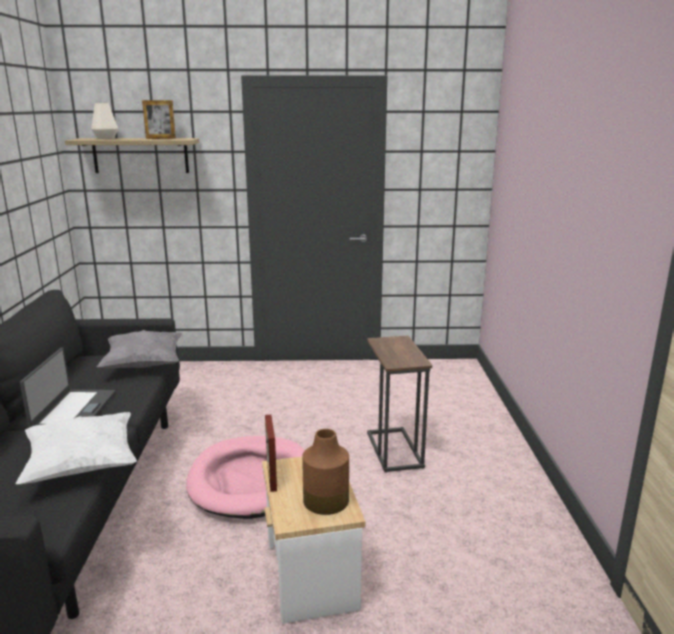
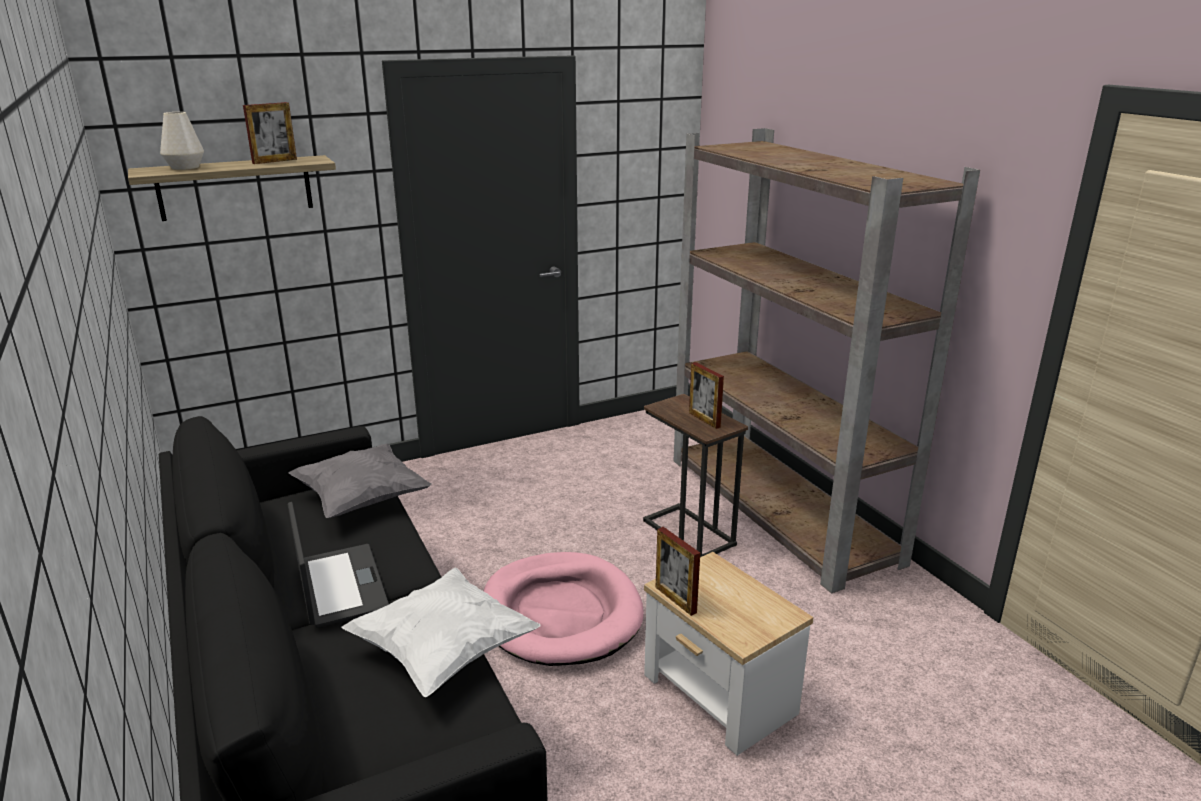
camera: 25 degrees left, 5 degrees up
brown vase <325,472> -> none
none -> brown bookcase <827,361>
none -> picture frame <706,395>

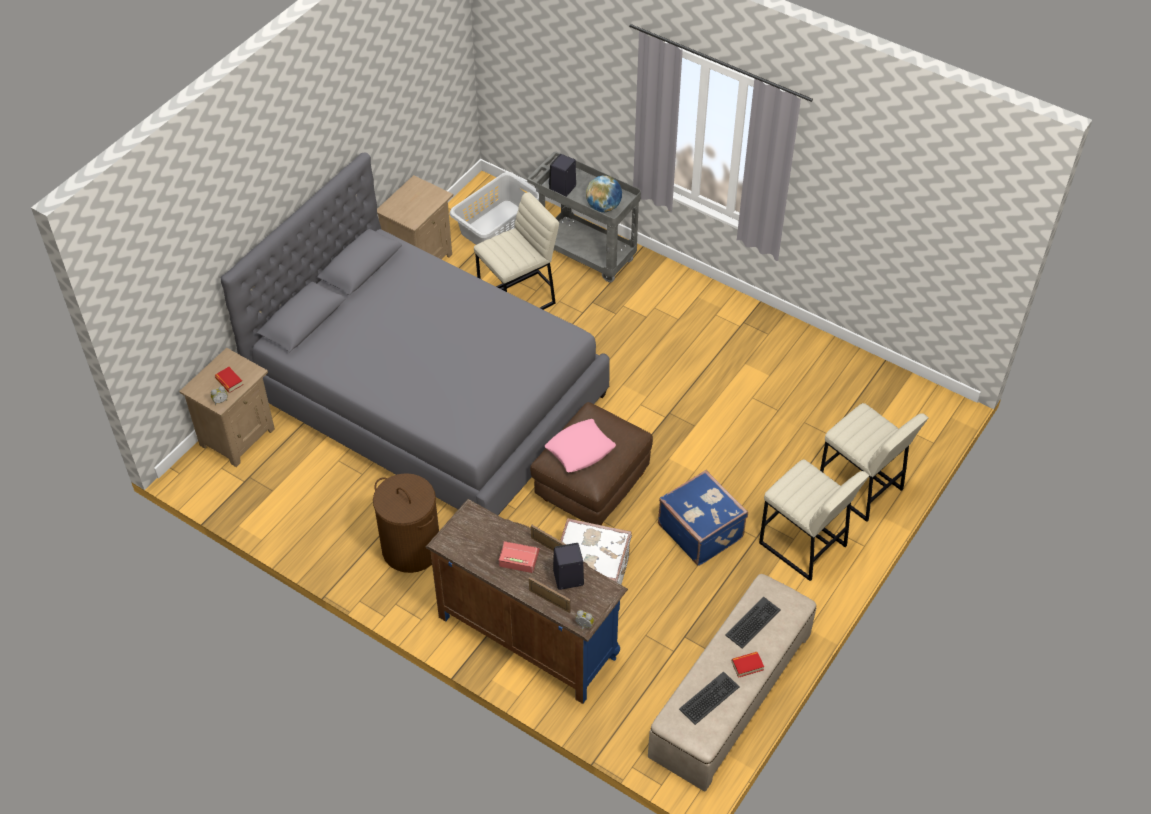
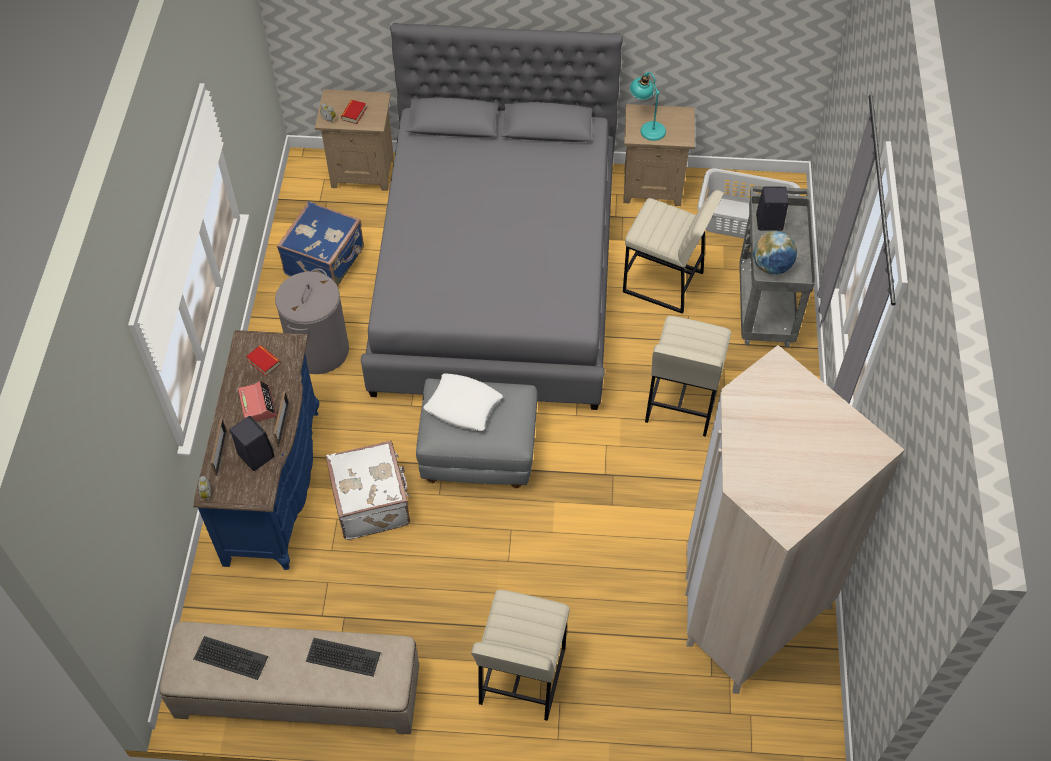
camera: 60 degrees right, 5 degrees up
brown ottoman <591,463> -> grey ottoman <476,433>
beige chair <874,462> -> beige chair <688,376>, moved
pink pillow <580,445> -> white pillow <463,402>
blue suitcase <703,518> -> blue suitcase <320,244>, moved
brown laundry basket <406,523> -> grey laundry basket <312,321>
book <748,665> -> book <263,360>, moved
none -> turquoise table lamp <648,106>
none -> beige wardrobe <794,519>

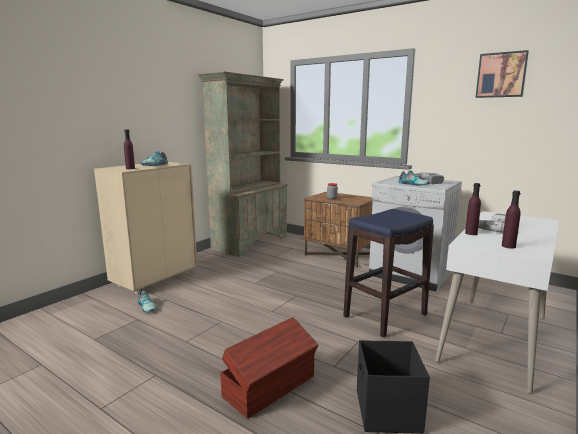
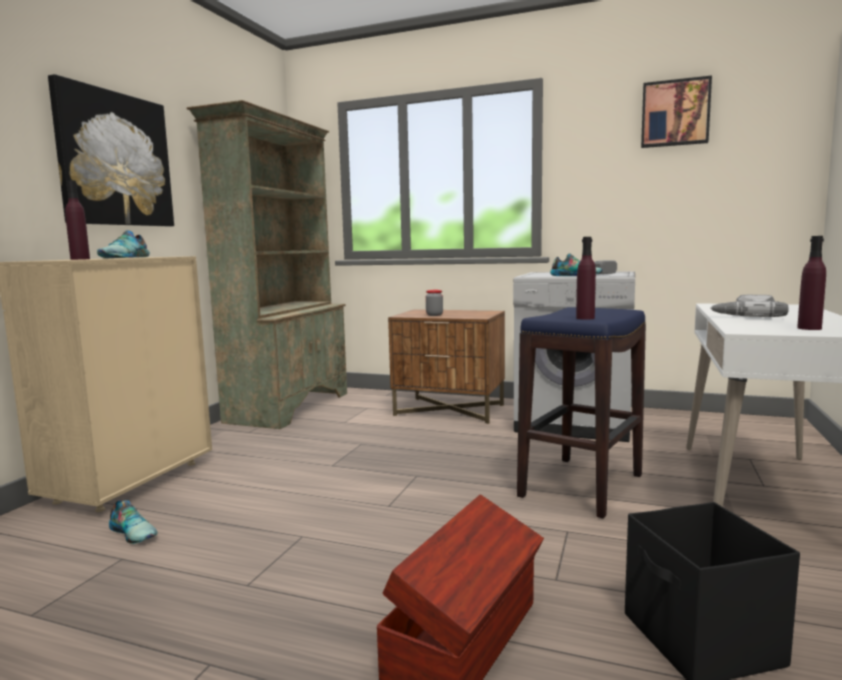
camera: 15 degrees left, 5 degrees down
purple bottle <473,209> -> purple bottle <586,278>, moved
none -> picture <111,150>

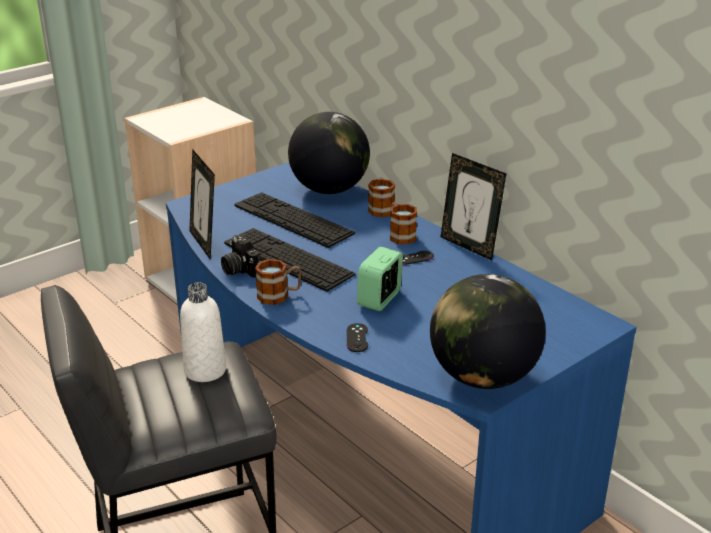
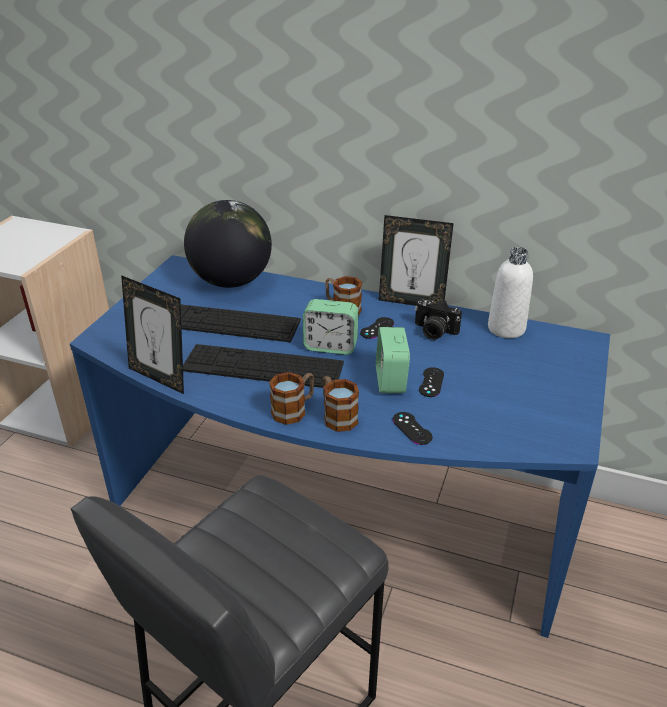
camera: 30 degrees left, 5 degrees up
mug <381,197> -> mug <341,404>, moved
photo camera <240,256> -> photo camera <438,319>, moved
globe <488,331> -> none
white bottle <203,332> -> white bottle <510,292>, moved
none -> alarm clock <330,327>
none -> black game controller <431,382>

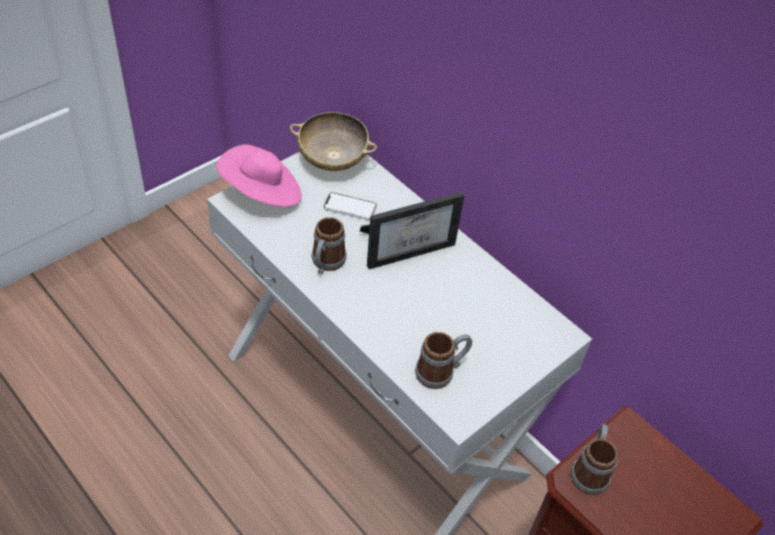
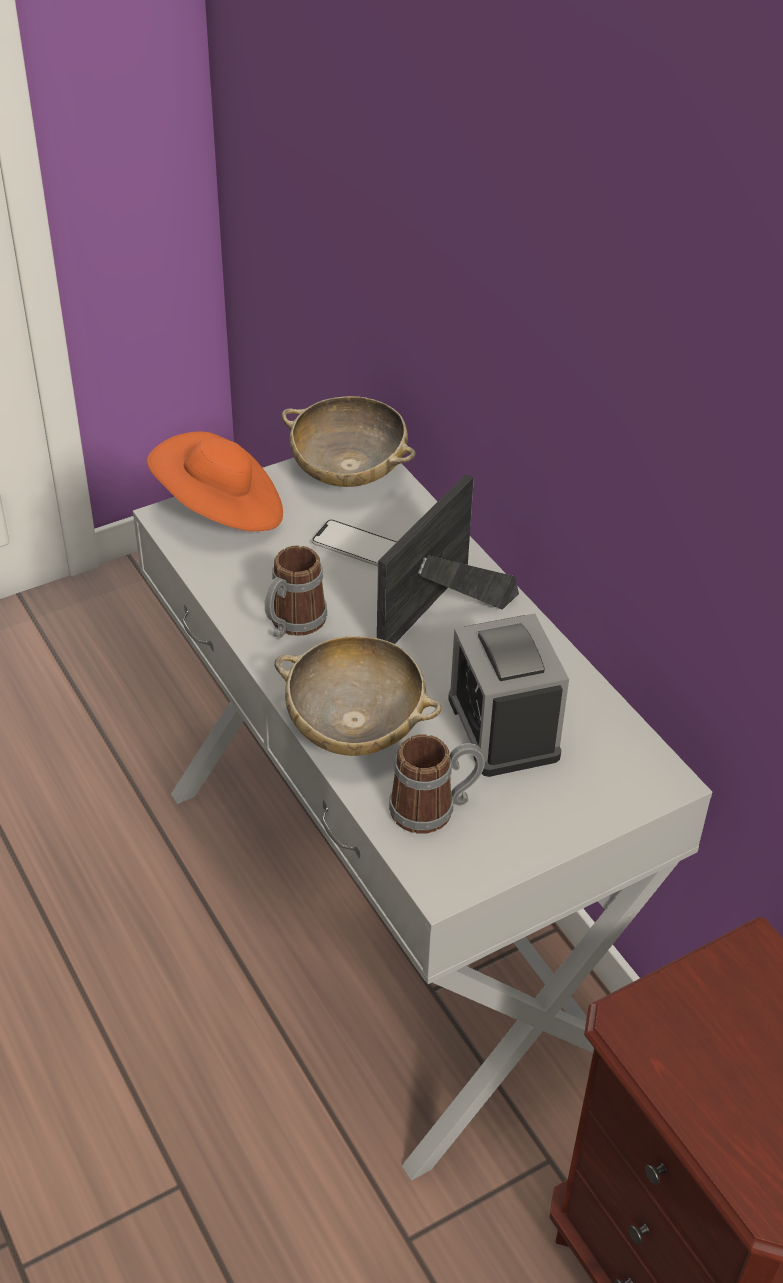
camera: 15 degrees right, 5 degrees down
pink hat <259,176> -> orange hat <215,481>
picture frame <412,230> -> picture frame <448,559>, 135 degrees clockwise
mug <594,459> -> none
none -> alarm clock <508,695>
none -> beige bowl <357,696>

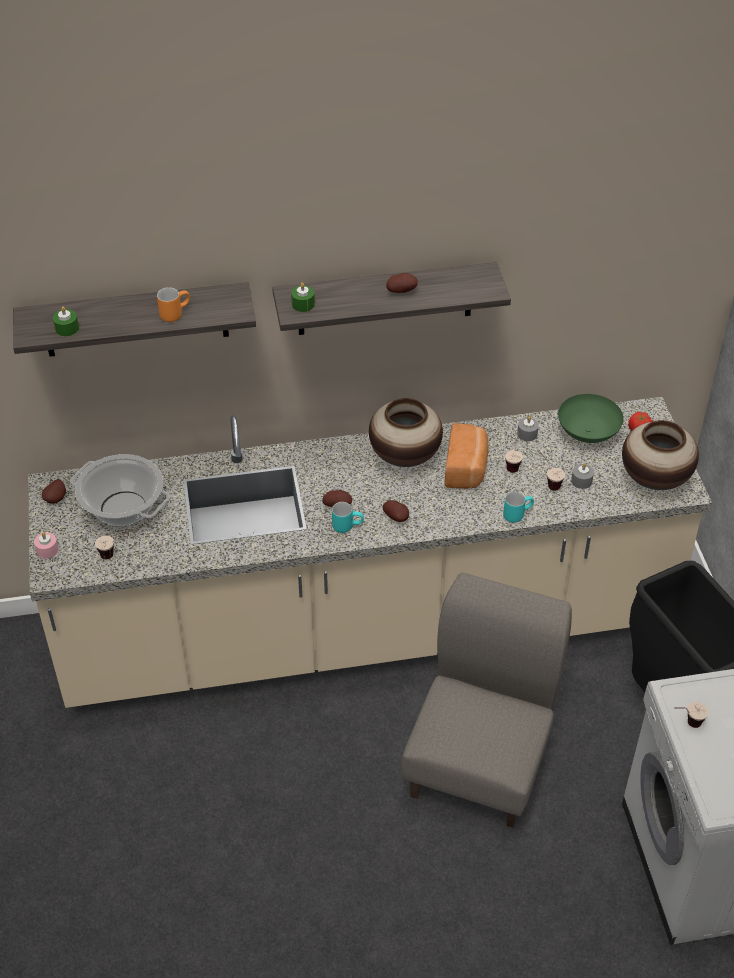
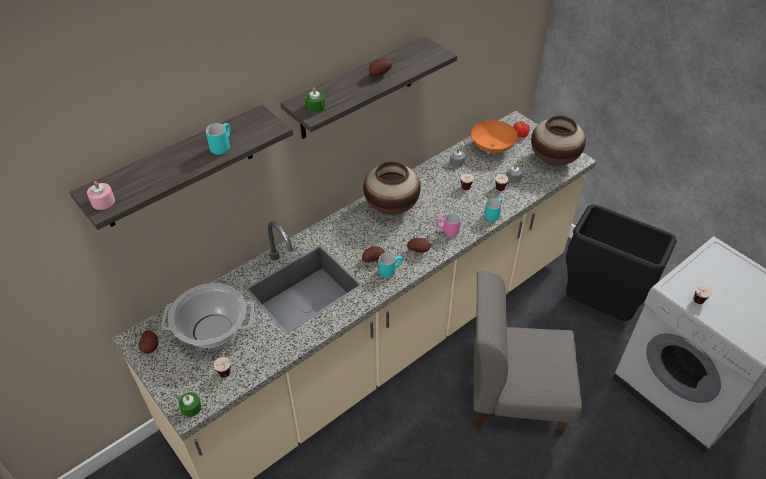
camera: 30 degrees left, 0 degrees up
orange mug <173,304> -> turquoise mug <218,139>
green candle <66,322> -> green candle <190,404>, moved
green bowl <591,418> -> orange bowl <494,136>
bread <467,456> -> none
pink candle <46,545> -> pink candle <101,195>, moved
grey chair <486,700> -> grey chair <527,353>, 75 degrees counterclockwise
none -> pink mug <448,225>

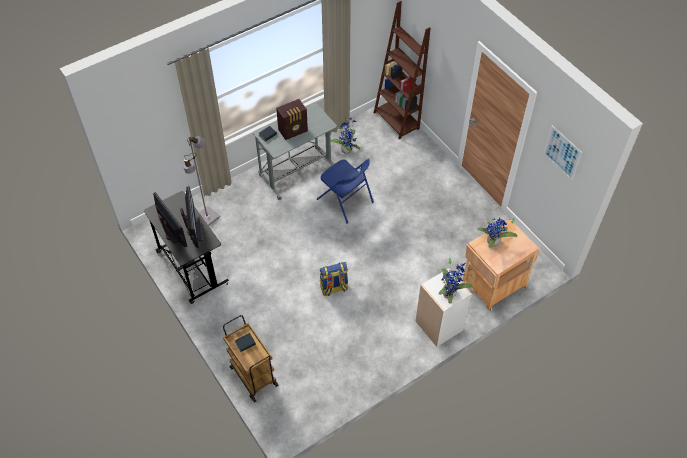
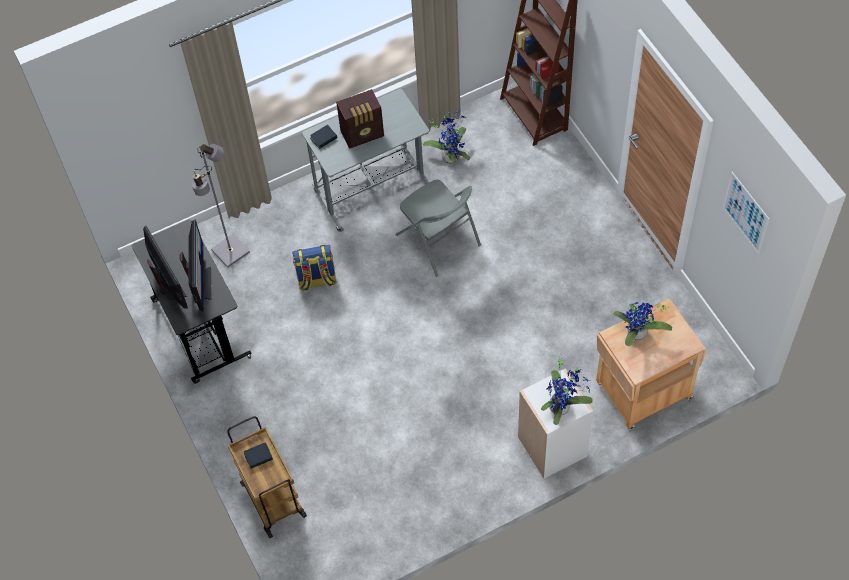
camera: 10 degrees right, 5 degrees up
blue chair <345,191> -> grey chair <438,228>
backpack <334,279> -> backpack <314,268>, moved

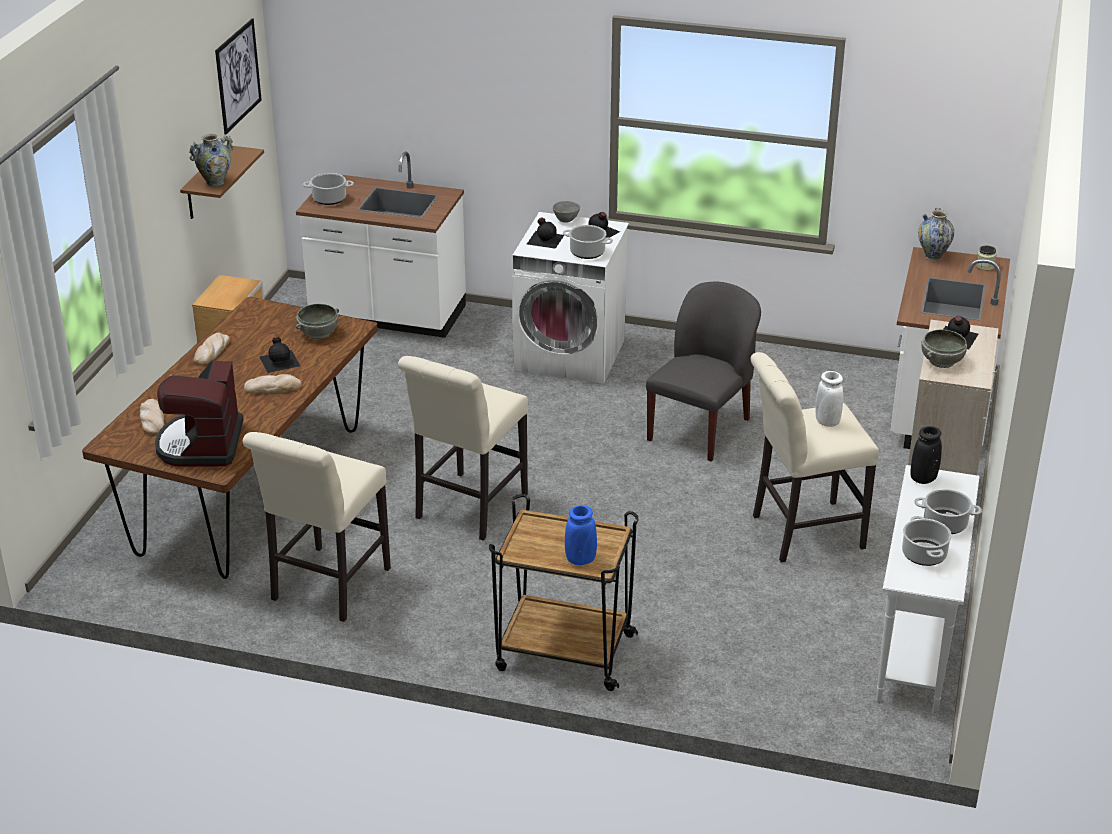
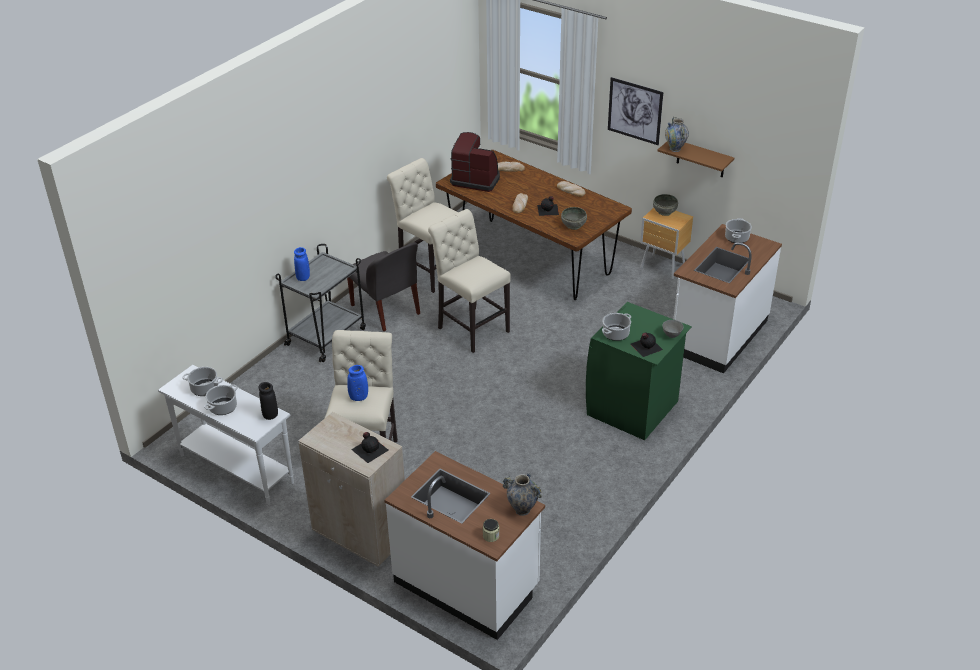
camera: 110 degrees right, 5 degrees up
picture <238,77> -> picture <635,111>, moved
white washing machine <570,297> -> green washing machine <639,371>
black bottle <545,233> -> none
grey chair <703,372> -> grey chair <383,286>, moved
grey bowl <944,349> -> grey bowl <665,205>, moved
white vase <829,399> -> blue vase <357,383>
brown cart <564,592> -> grey cart <320,303>

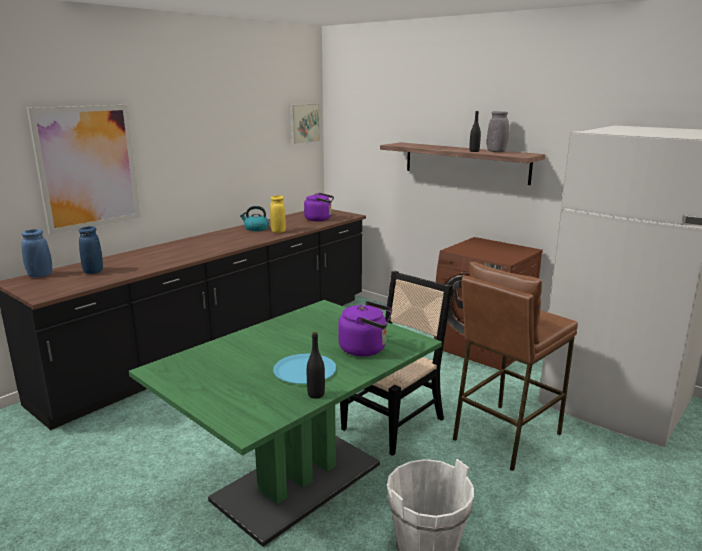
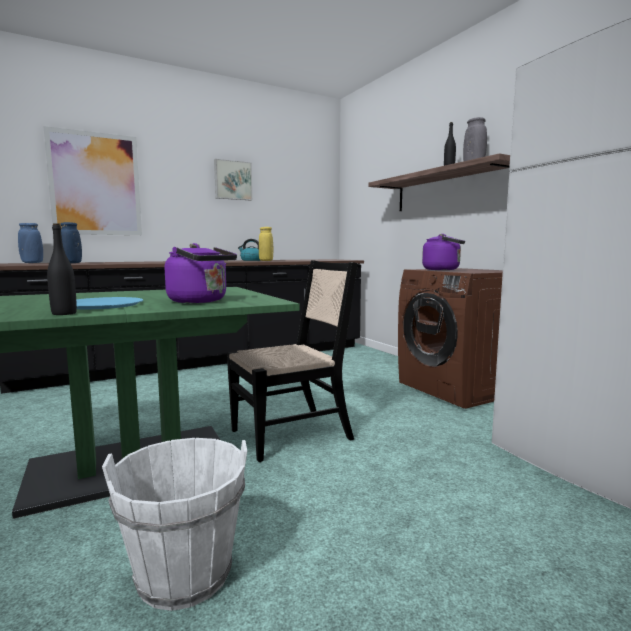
camera: 20 degrees right, 10 degrees down
picture <304,124> -> picture <233,179>, moved
purple kettle <319,207> -> purple kettle <443,252>, moved
brown stool <515,366> -> none

